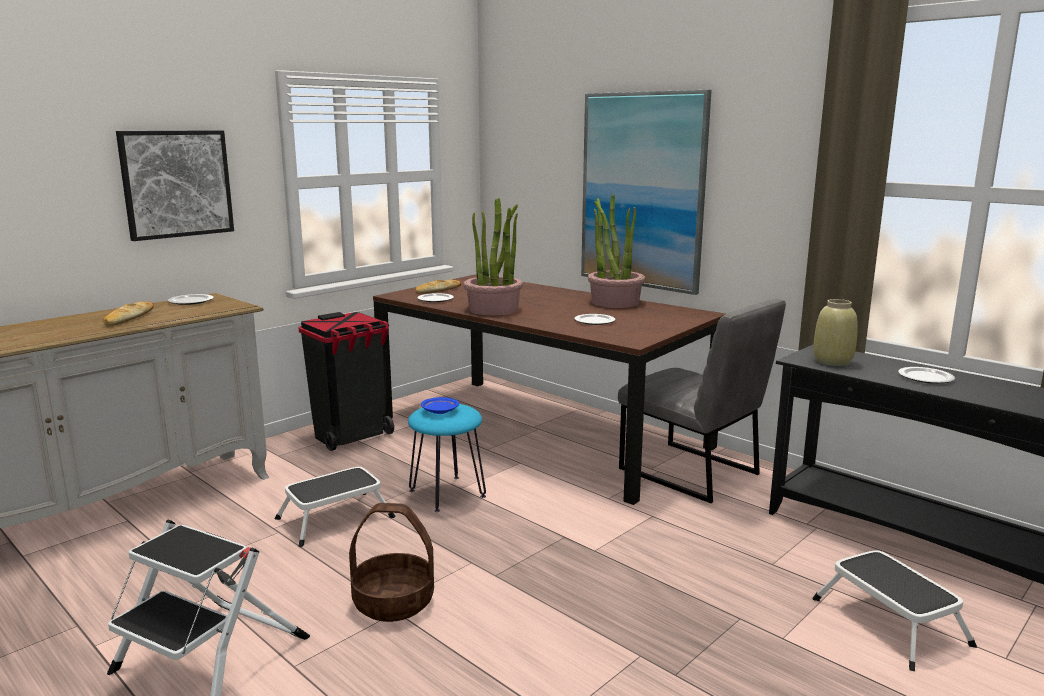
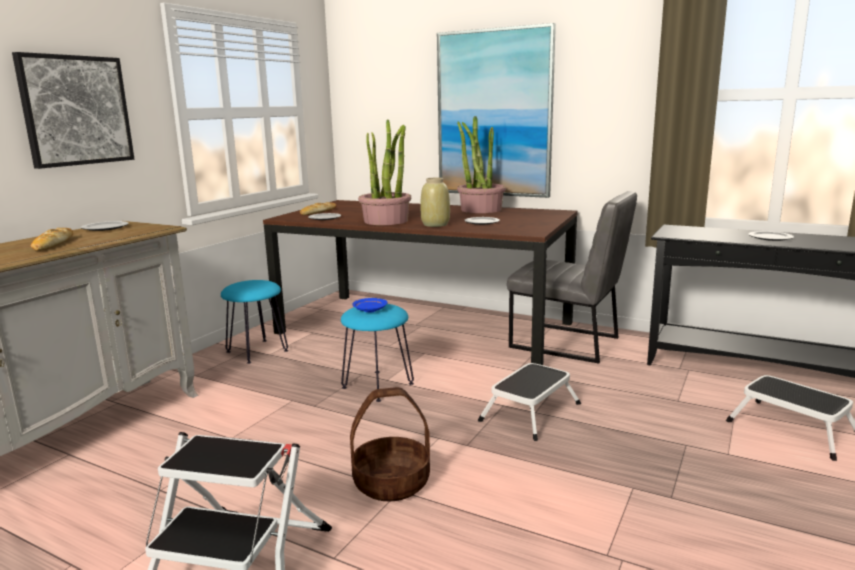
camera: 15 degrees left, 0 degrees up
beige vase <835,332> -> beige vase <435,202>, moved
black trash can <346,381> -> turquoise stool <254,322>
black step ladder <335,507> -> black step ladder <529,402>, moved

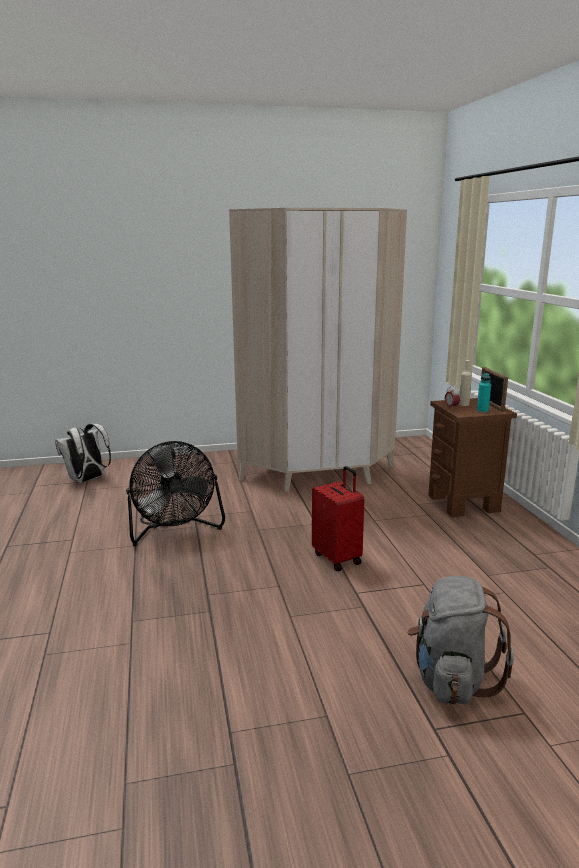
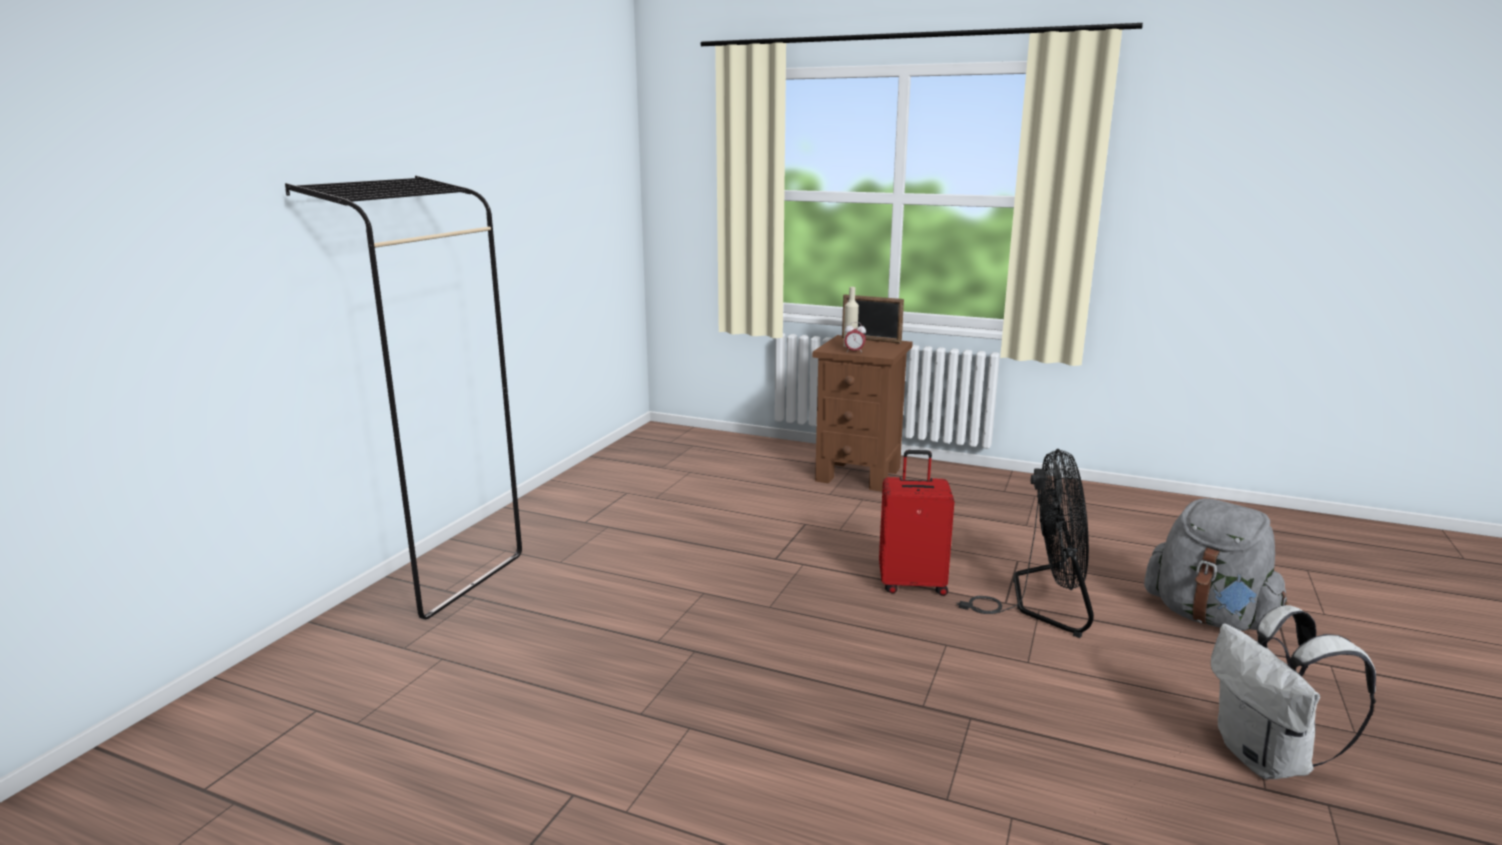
camera: 55 degrees left, 0 degrees up
beige wardrobe <318,350> -> none
turquoise bottle <484,393> -> none
white backpack <83,453> -> white backpack <1293,692>, moved
black fan <175,493> -> black fan <1025,543>, moved
none -> black clothes rack <403,397>

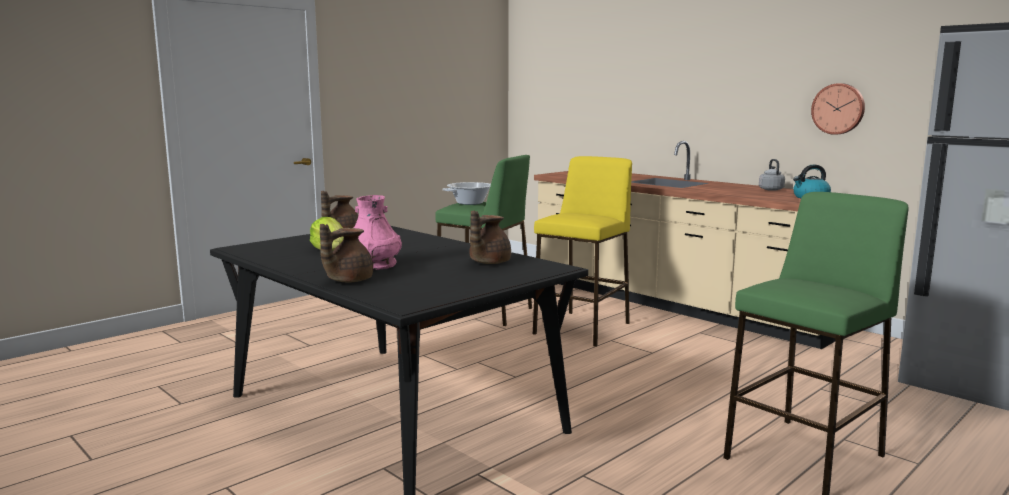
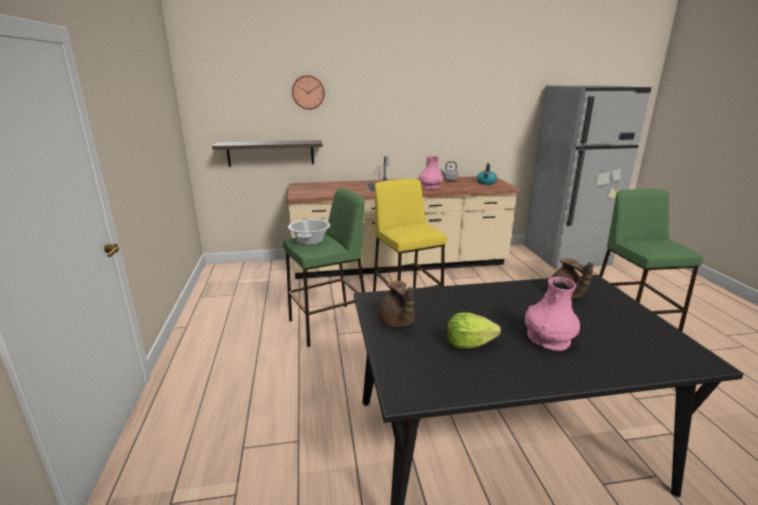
camera: 55 degrees left, 10 degrees up
wall clock <838,109> -> wall clock <308,92>, moved
brown teapot <346,253> -> none
none -> shelf <267,153>
none -> pink vase <431,172>

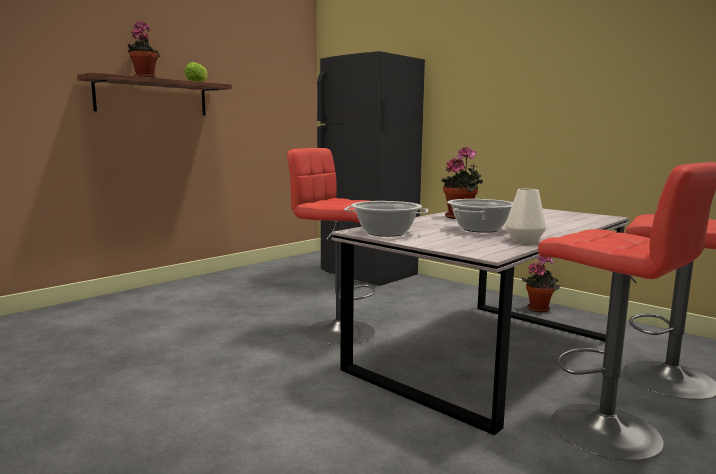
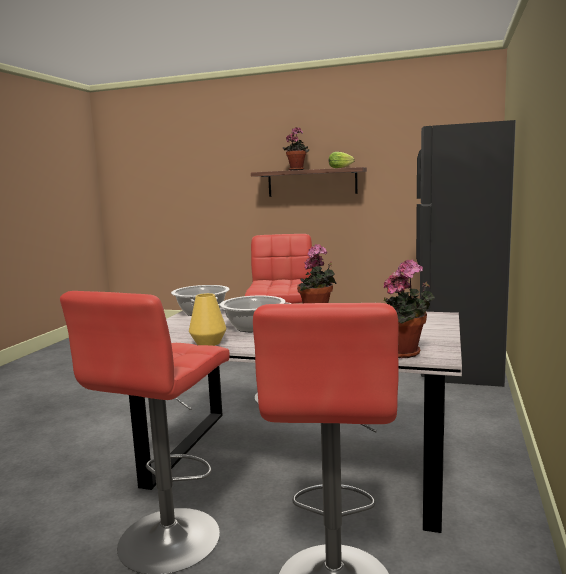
camera: 65 degrees right, 0 degrees up
white vase <525,216> -> yellow vase <207,319>
potted plant <541,284> -> potted plant <409,308>, moved

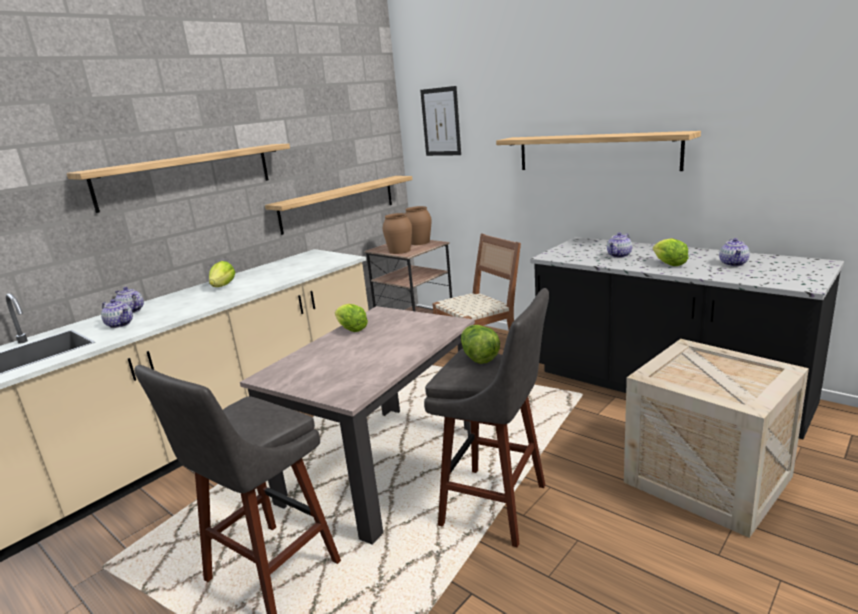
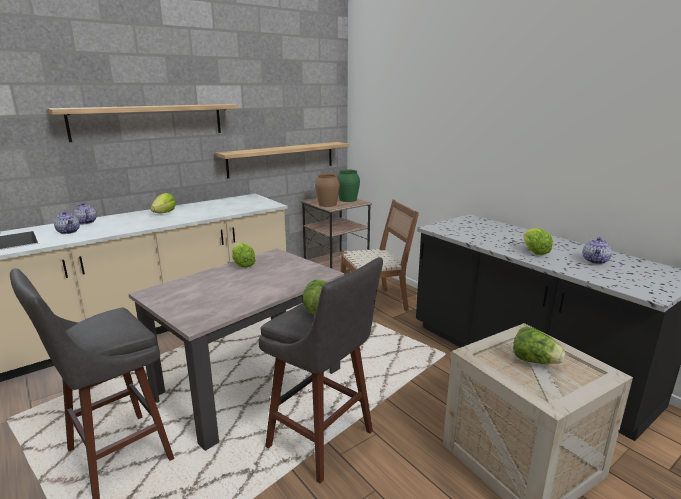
camera: 10 degrees right, 0 degrees up
picture <440,121> -> none
shelf <598,151> -> none
brown vase <418,225> -> green vase <348,185>
teapot <619,245> -> none
none -> lettuce <539,345>

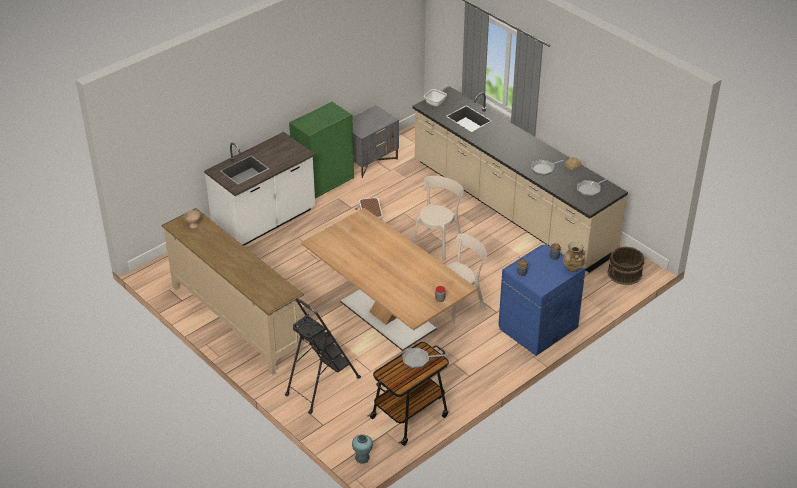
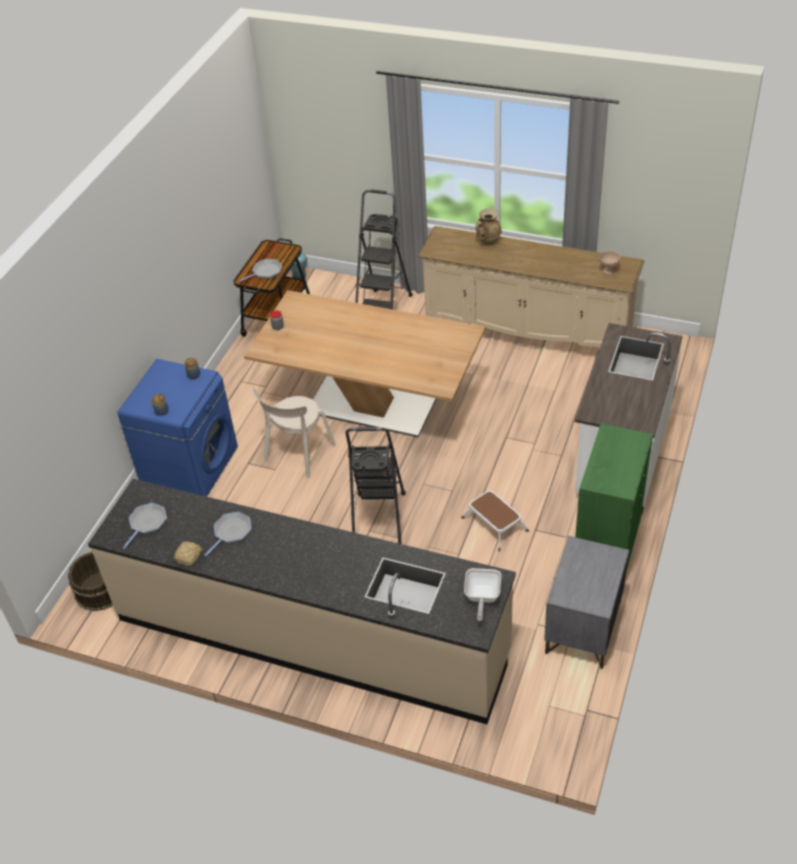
camera: 155 degrees right, 5 degrees up
beige chair <438,218> -> step ladder <375,485>
beige vase <574,257> -> beige vase <488,226>, moved

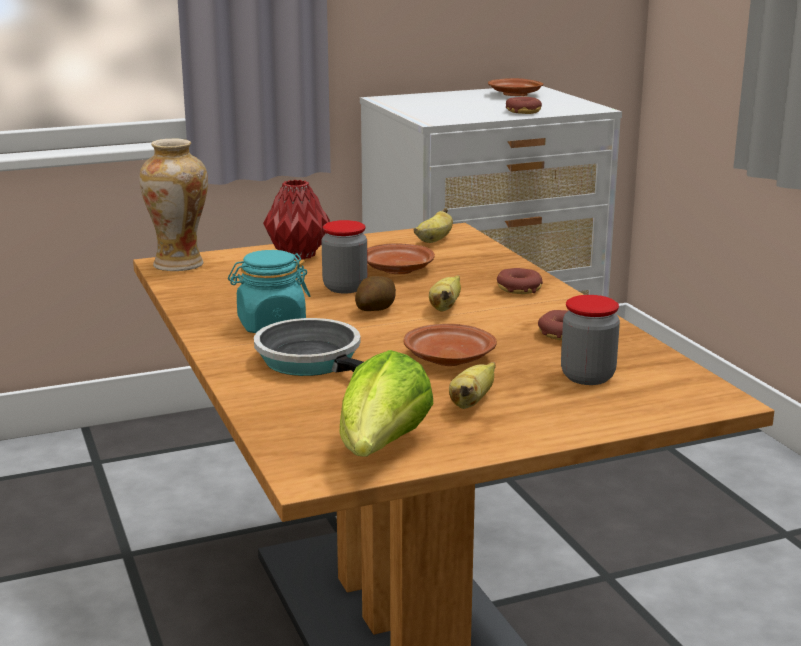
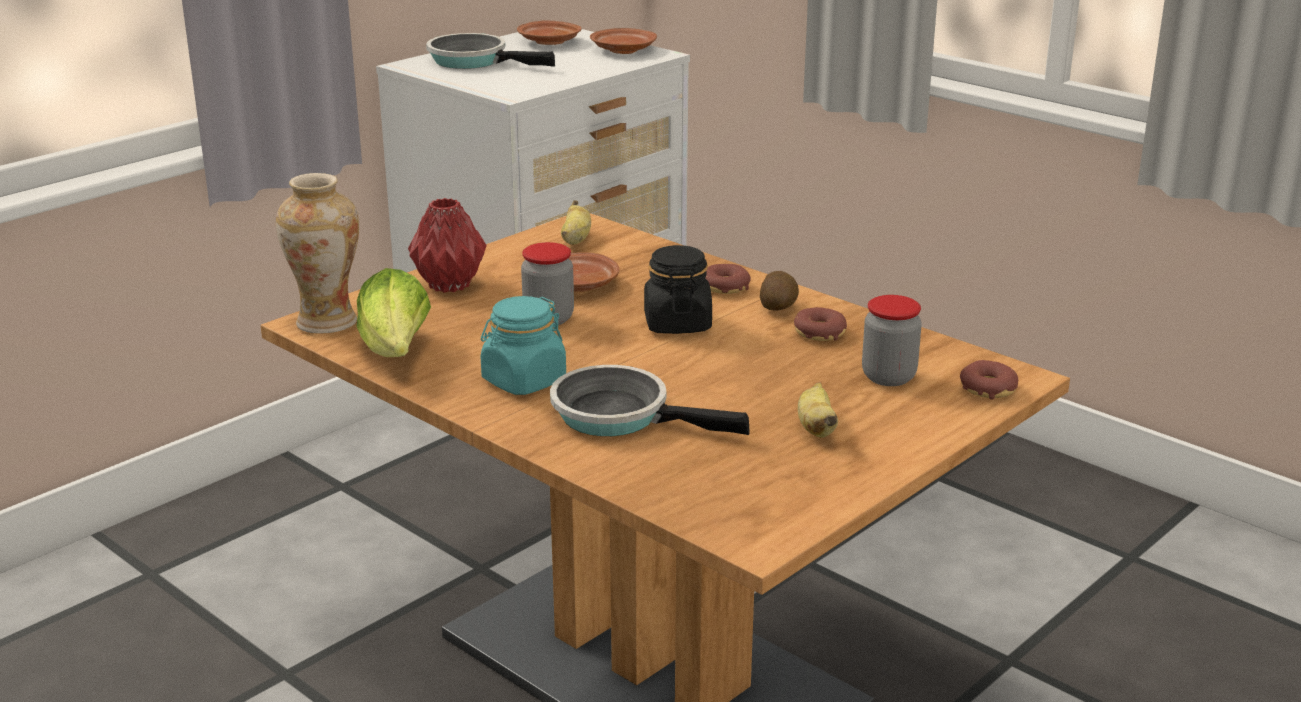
camera: 25 degrees left, 5 degrees up
donut <524,105> -> donut <989,380>, moved
banana <445,293> -> black jar <678,289>
potato <375,293> -> potato <779,291>, moved
brown plate <450,345> -> brown plate <623,41>, moved
lettuce <386,403> -> lettuce <394,312>, moved
none -> frying pan <490,51>

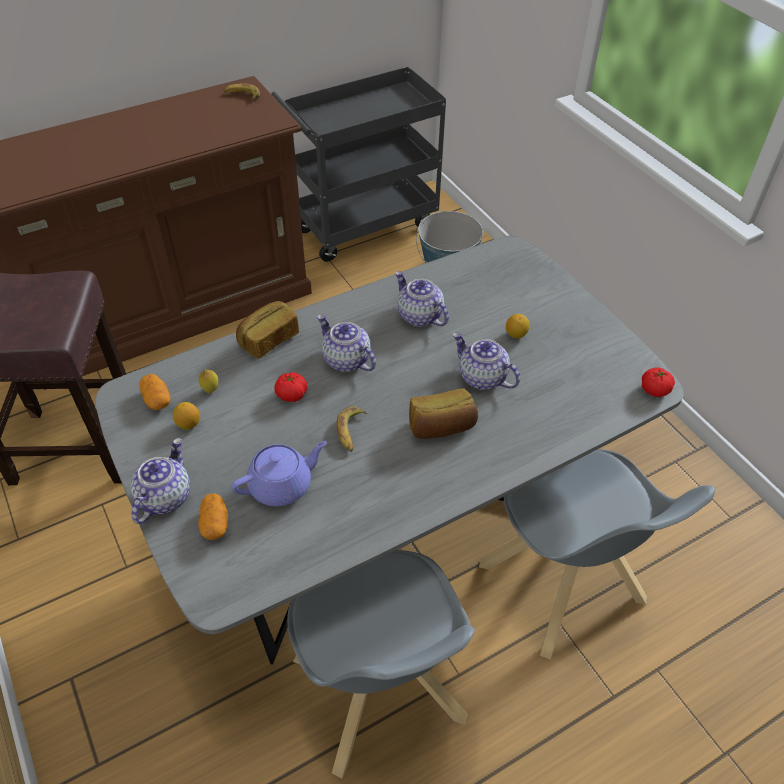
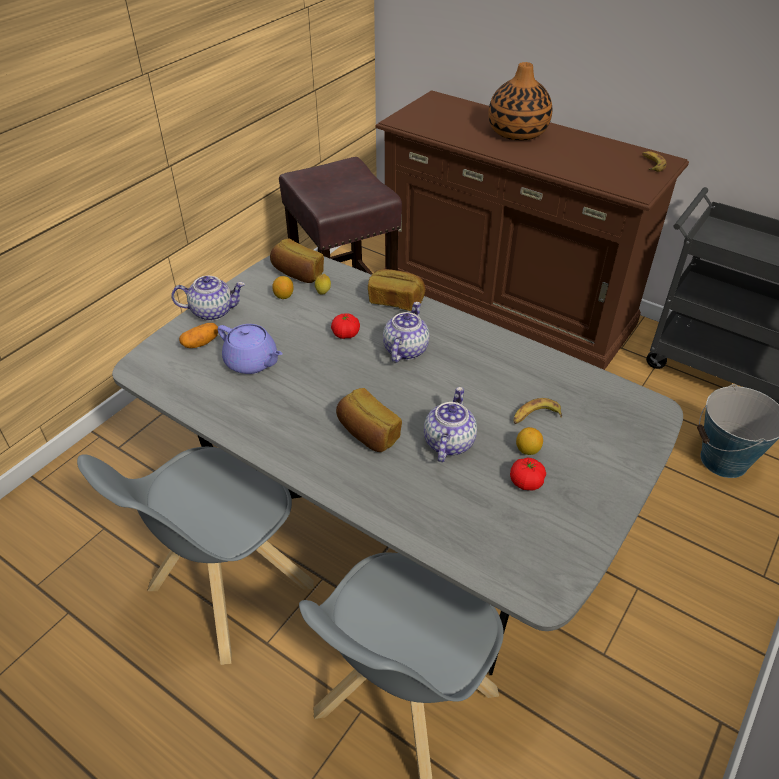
camera: 65 degrees right, 5 degrees down
teapot <422,299> -> none
tomato <658,382> -> tomato <528,474>, moved
potato <155,392> -> bread <297,261>
banana <352,429> -> banana <538,411>, moved
none -> vase <520,101>

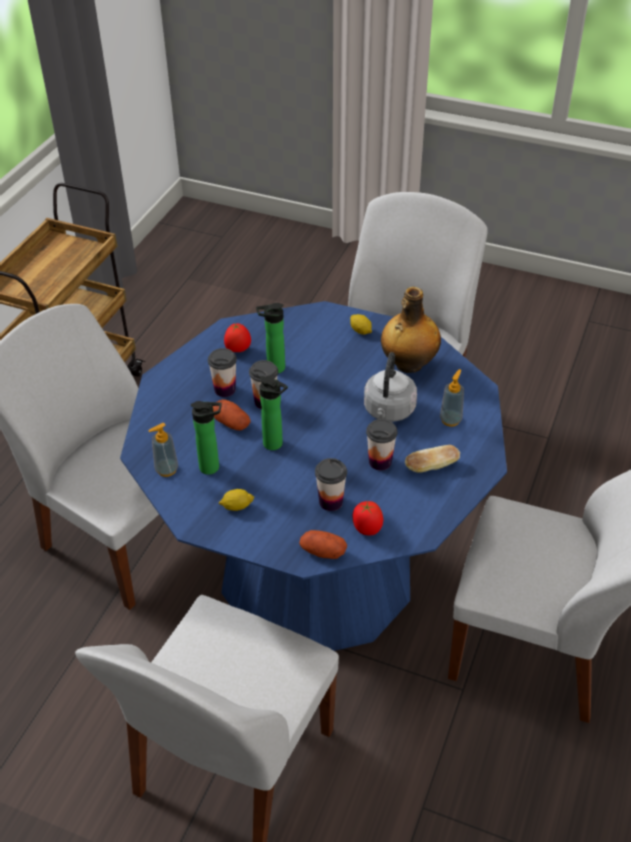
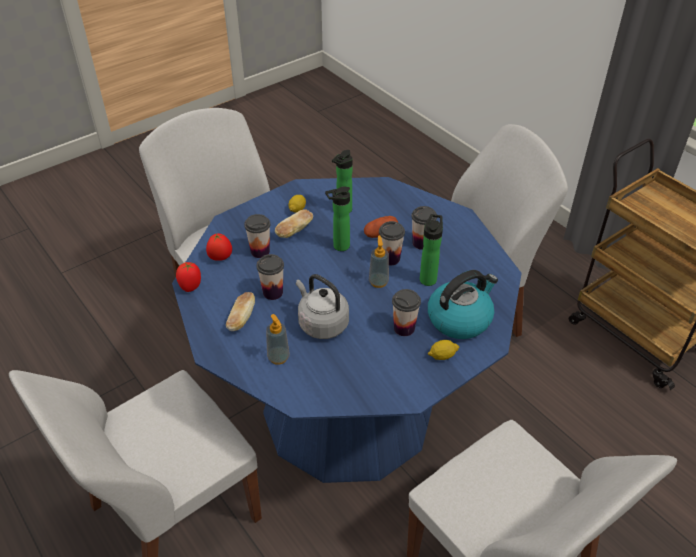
camera: 120 degrees right, 0 degrees up
bottle <411,330> -> none
tomato <237,337> -> tomato <188,277>, moved
soap dispenser <163,450> -> soap dispenser <379,261>, moved
potato <323,544> -> none
none -> bread <294,223>
none -> kettle <463,304>
none -> cup <406,312>

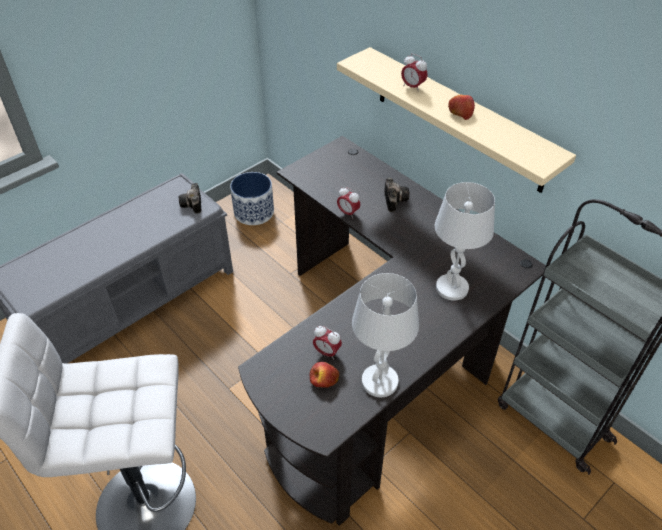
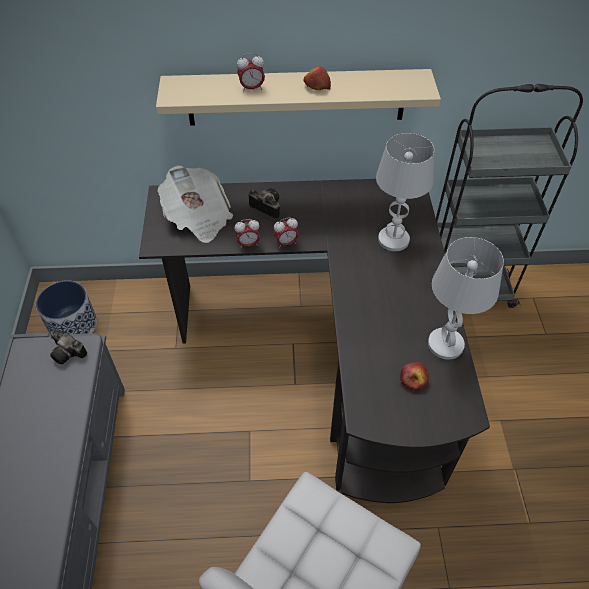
camera: 50 degrees left, 5 degrees up
alarm clock <327,343> -> alarm clock <286,232>, moved
none -> newspaper <195,204>

